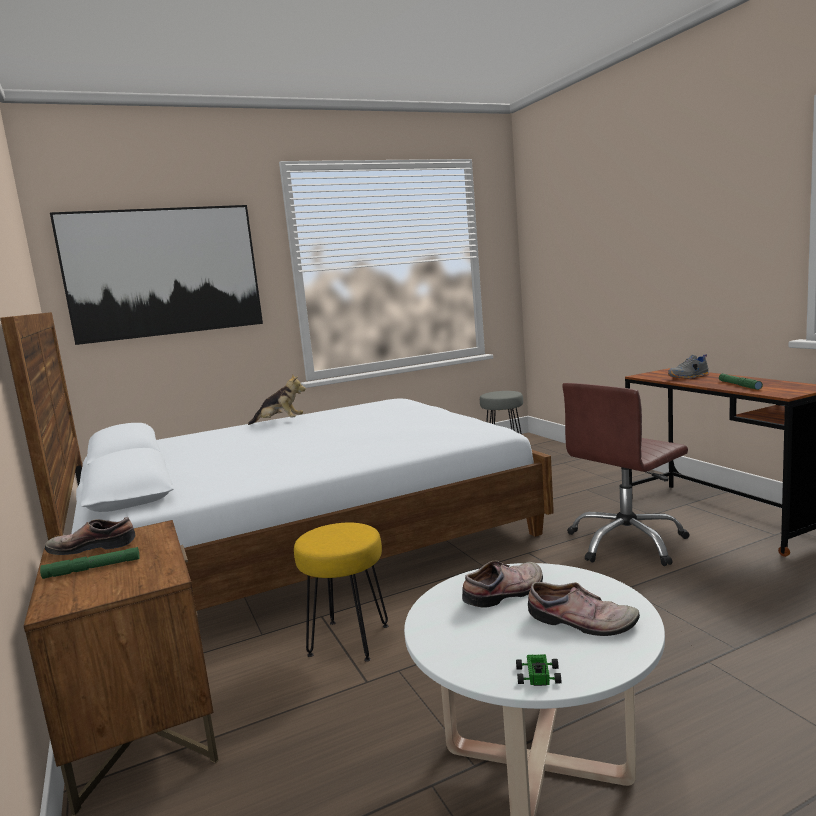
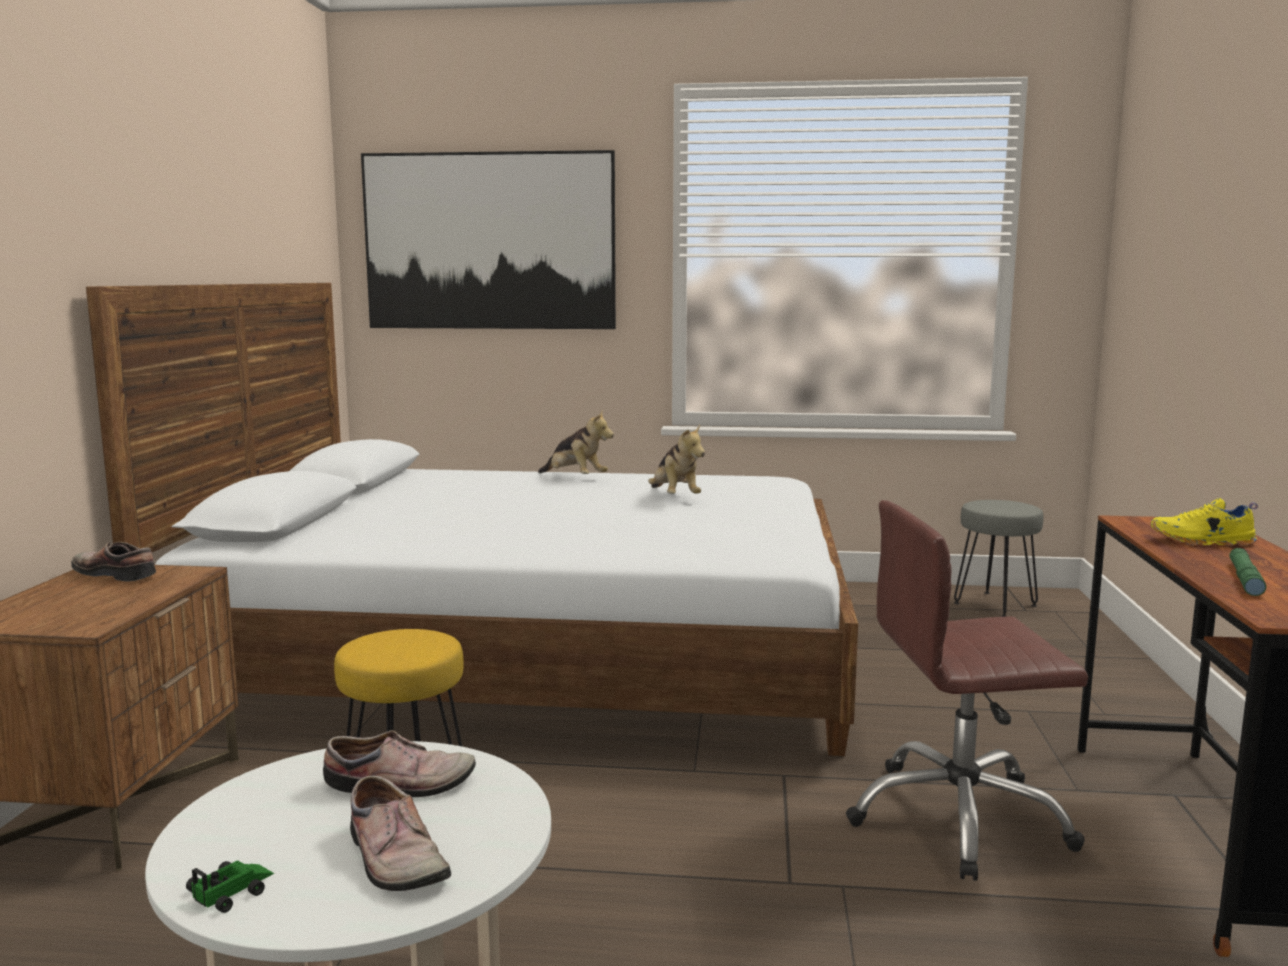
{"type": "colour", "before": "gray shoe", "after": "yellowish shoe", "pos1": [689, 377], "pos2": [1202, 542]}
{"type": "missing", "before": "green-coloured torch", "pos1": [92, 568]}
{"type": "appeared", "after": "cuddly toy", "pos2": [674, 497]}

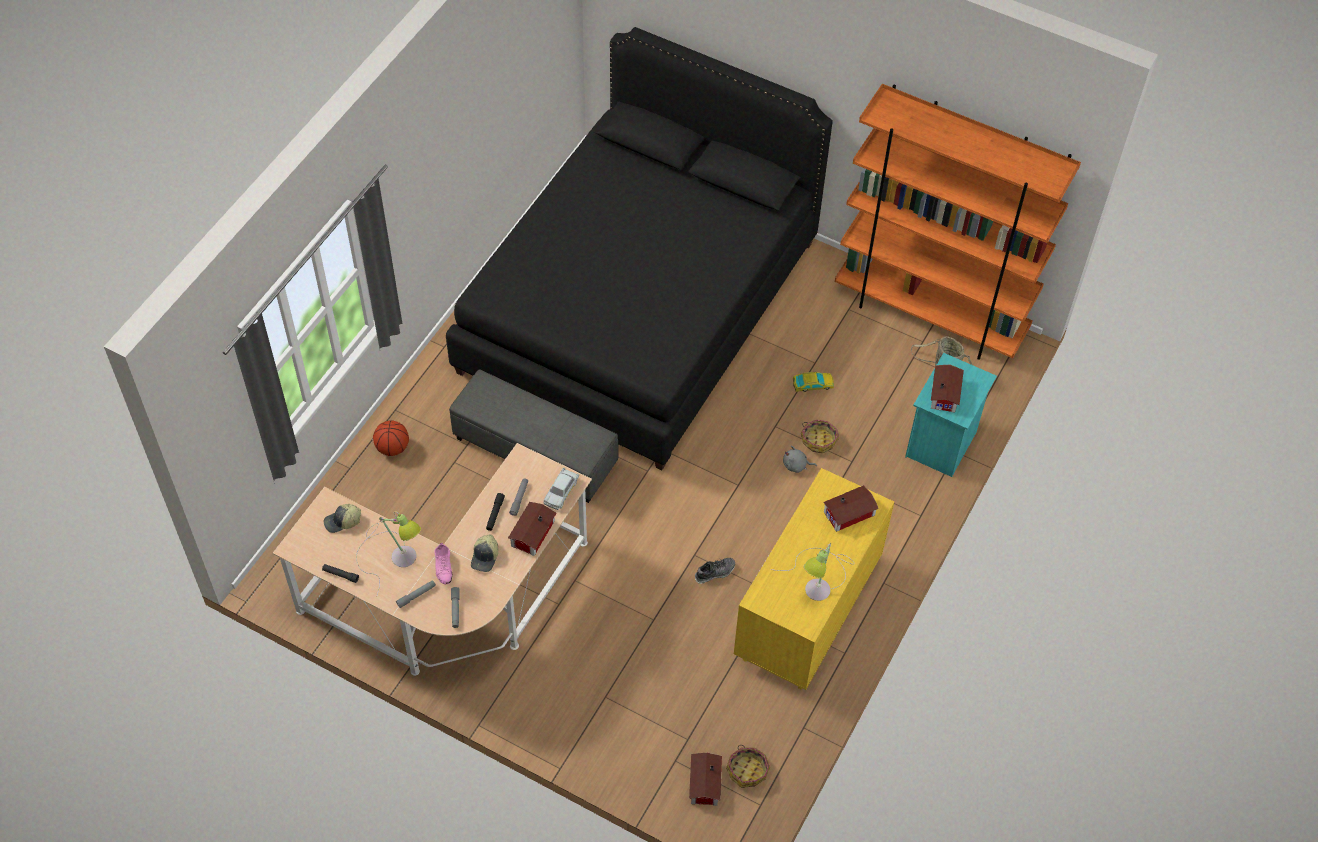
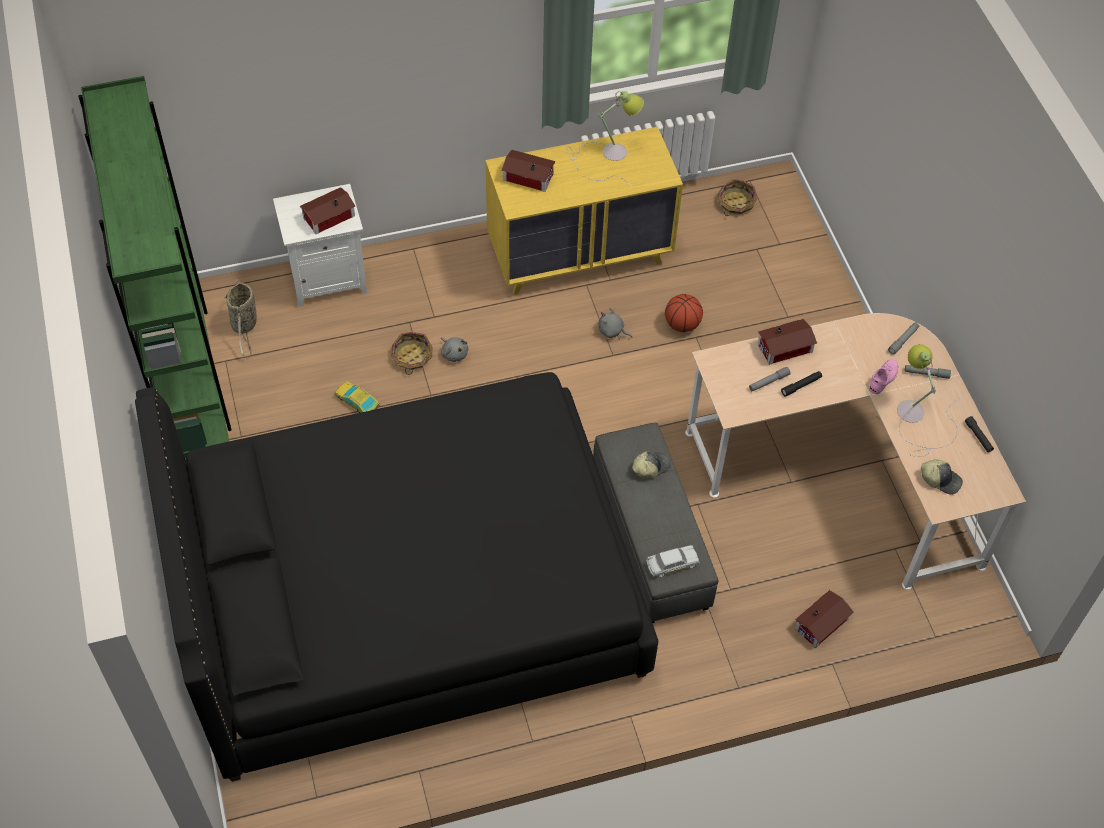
{"type": "colour", "before": "orange-coloured shelving unit", "after": "green-coloured shelving unit", "pos1": [930, 315], "pos2": [187, 375]}
{"type": "colour", "before": "turquoise-coloured night table", "after": "white-coloured night table", "pos1": [942, 444], "pos2": [327, 278]}
{"type": "relocated", "before": "basketball", "pos1": [393, 448], "pos2": [682, 324]}
{"type": "relocated", "before": "white-coloured miniature car", "pos1": [561, 492], "pos2": [672, 564]}
{"type": "relocated", "before": "peaked cap", "pos1": [485, 557], "pos2": [650, 467]}
{"type": "exchanged", "before": "shoe", "after": "gray cuddly toy", "pos1": [714, 572], "pos2": [612, 331]}
{"type": "relocated", "before": "miniature house", "pos1": [703, 784], "pos2": [823, 623]}

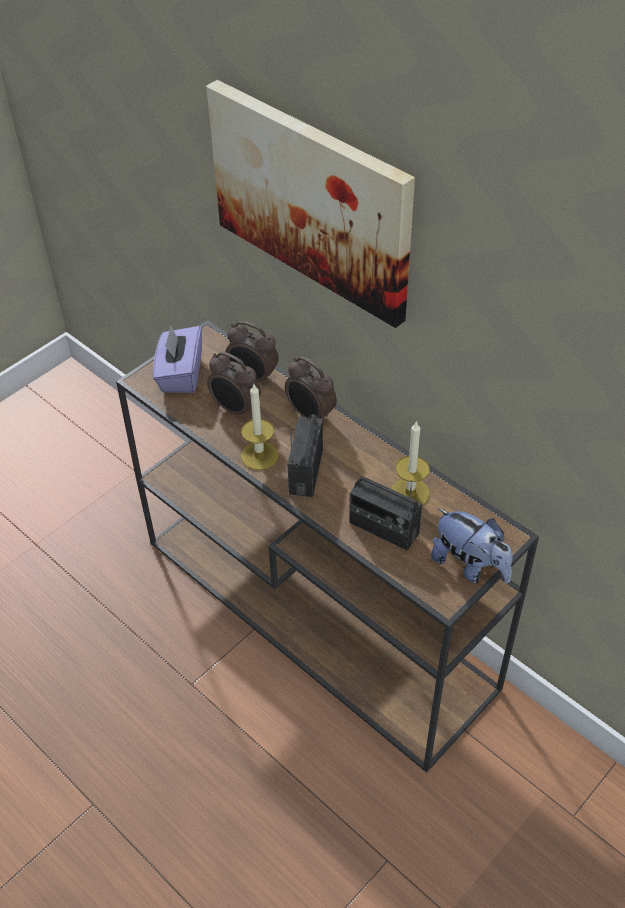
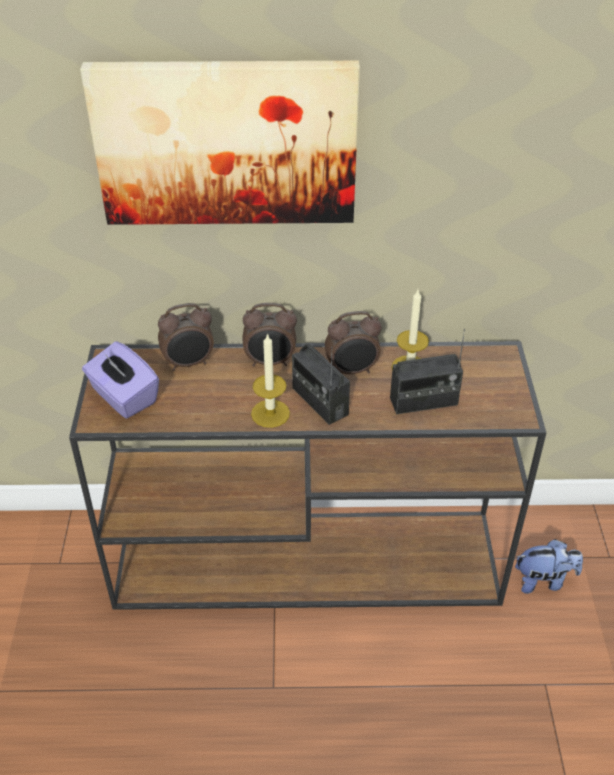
{"type": "relocated", "before": "table clock", "pos1": [235, 409], "pos2": [352, 371]}
{"type": "relocated", "before": "cuddly toy", "pos1": [470, 566], "pos2": [543, 580]}

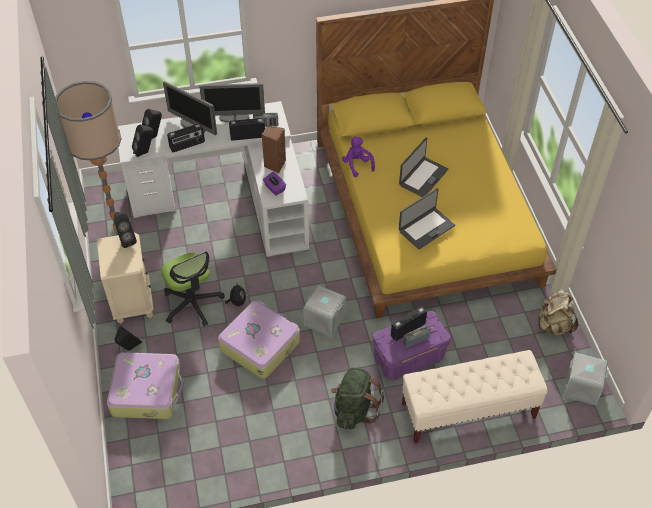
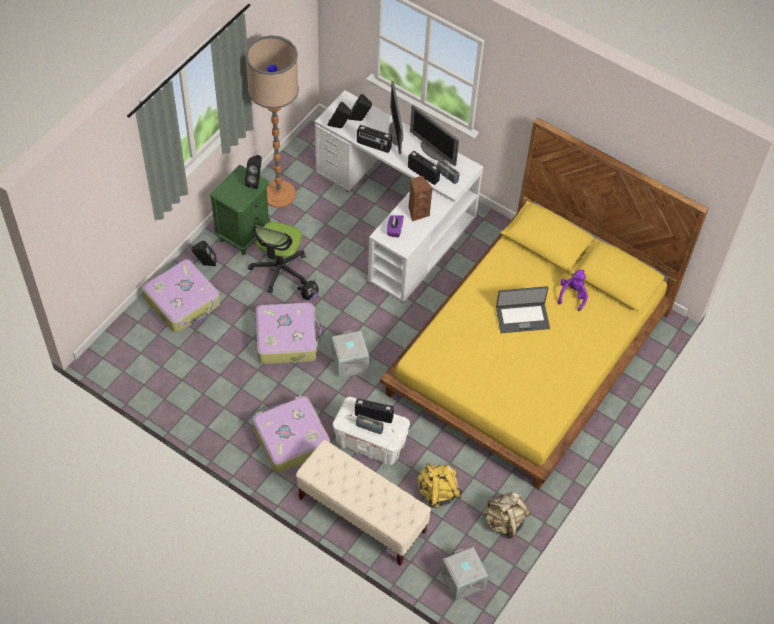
{"type": "relocated", "before": "purplish cuddly toy", "pos1": [357, 165], "pos2": [572, 295]}
{"type": "missing", "before": "portable computer", "pos1": [426, 228]}
{"type": "colour", "before": "sand-coloured night table", "after": "green-coloured night table", "pos1": [133, 302], "pos2": [244, 234]}
{"type": "colour", "before": "purplish storage container", "after": "white-coloured storage container", "pos1": [408, 359], "pos2": [369, 442]}
{"type": "exchanged", "before": "green-coloured backpack", "after": "travel case", "pos1": [354, 409], "pos2": [290, 439]}
{"type": "appeared", "after": "yellowish backpack", "pos2": [438, 492]}

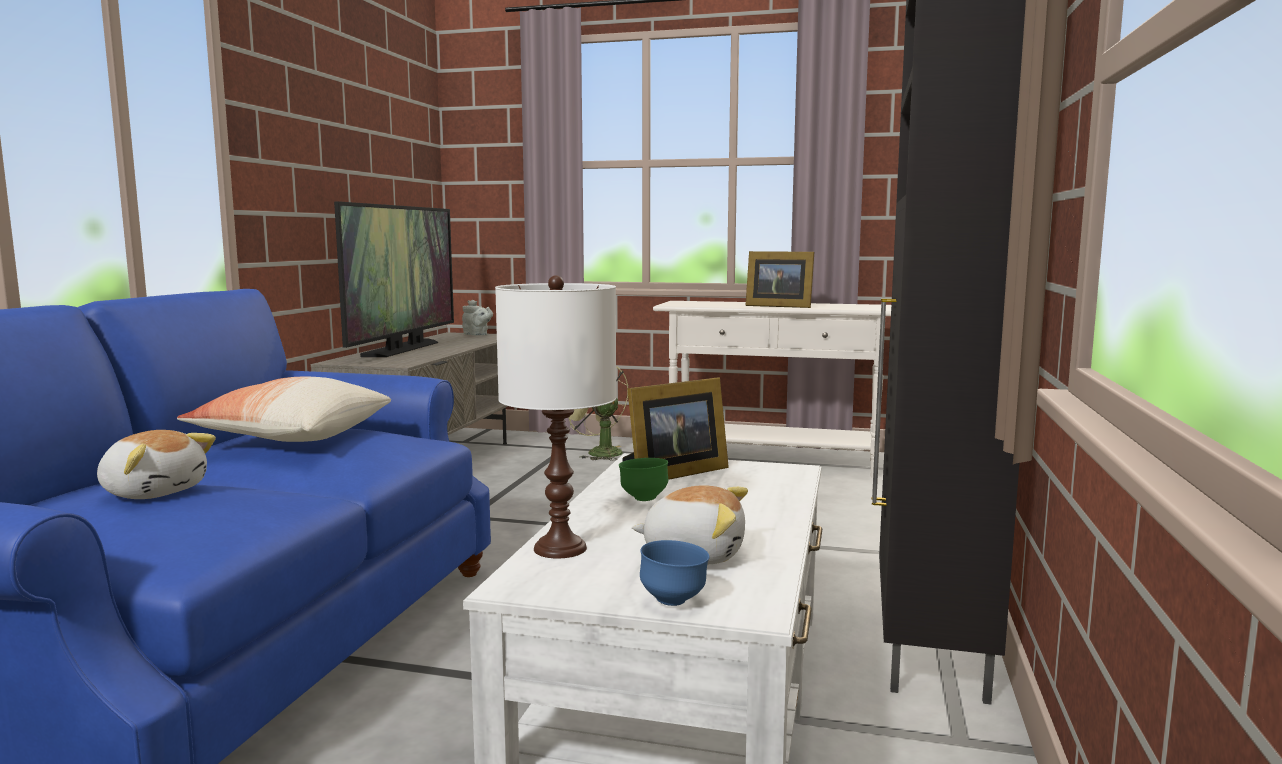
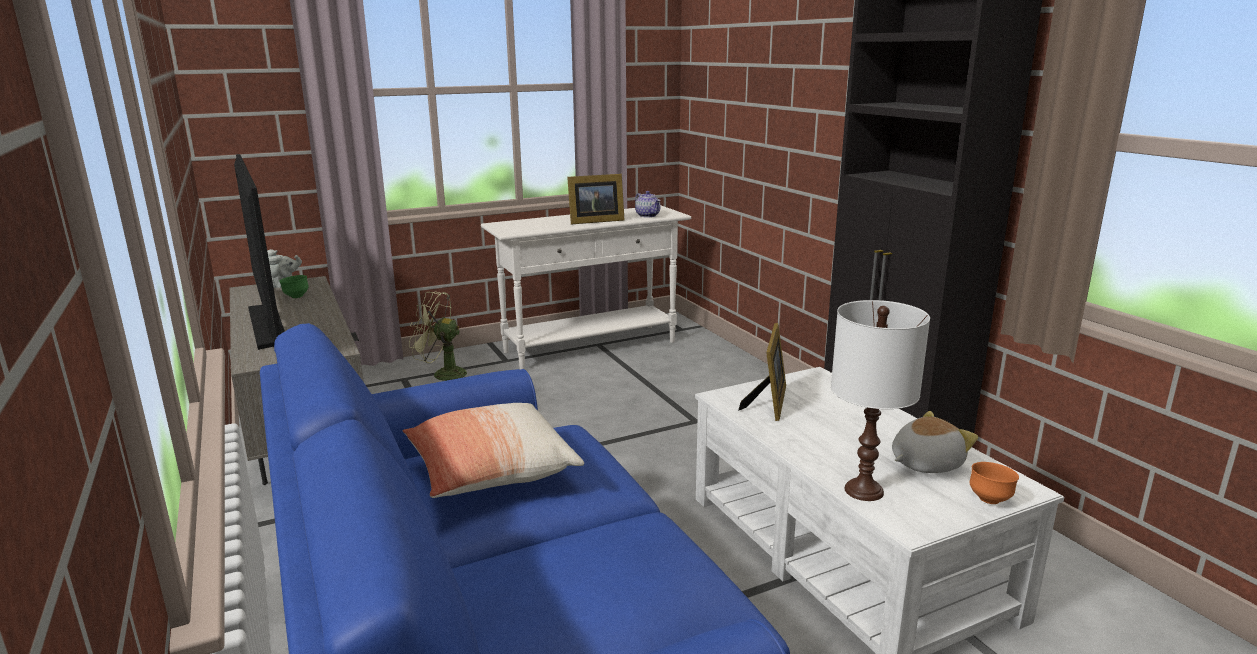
{"type": "missing", "before": "cuddly toy", "pos1": [154, 492]}
{"type": "relocated", "before": "green-coloured bowl", "pos1": [643, 499], "pos2": [296, 297]}
{"type": "colour", "before": "bluish bowl", "after": "orange-coloured bowl", "pos1": [674, 601], "pos2": [990, 500]}
{"type": "appeared", "after": "pot for tea", "pos2": [648, 215]}

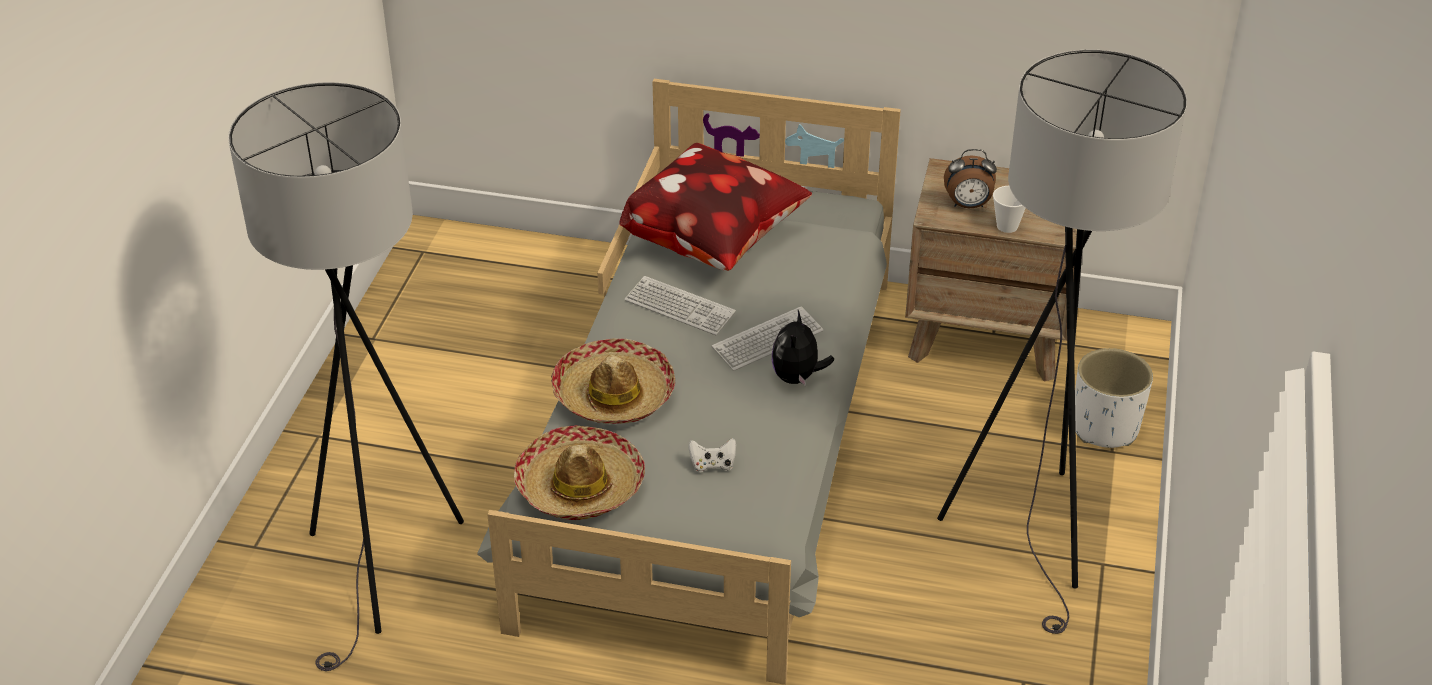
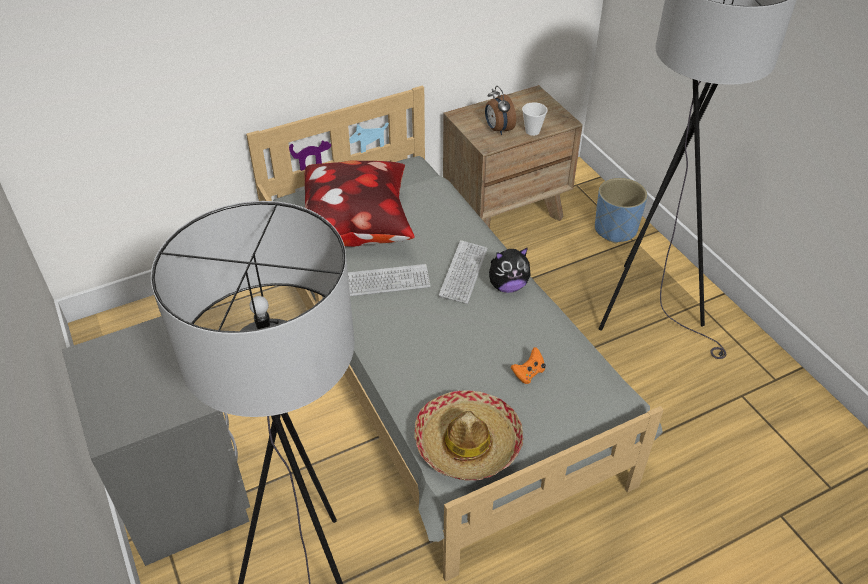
{"type": "spun", "before": "table clock", "pos1": [968, 205], "pos2": [498, 129], "turn": 105}
{"type": "spun", "before": "cuddly toy", "pos1": [797, 377], "pos2": [507, 286], "turn": -75}
{"type": "missing", "before": "hat", "pos1": [613, 394]}
{"type": "colour", "before": "white-coloured plant pot", "after": "bluish plant pot", "pos1": [1104, 428], "pos2": [615, 230]}
{"type": "colour", "before": "white-coloured gamepad", "after": "orange-coloured gamepad", "pos1": [712, 465], "pos2": [528, 373]}
{"type": "appeared", "after": "gray night table", "pos2": [184, 490]}

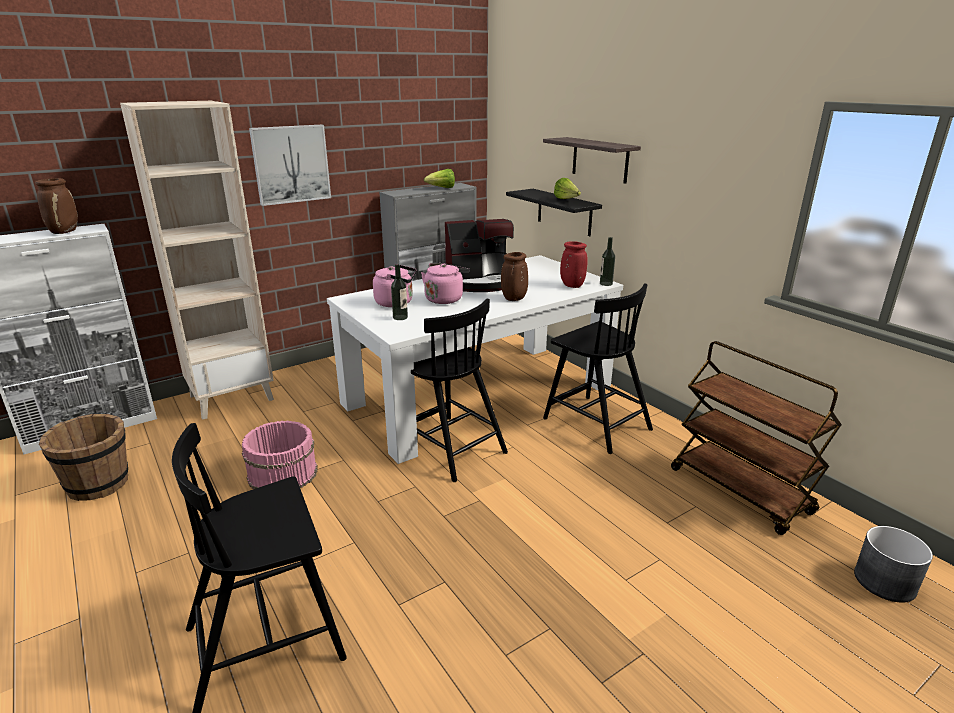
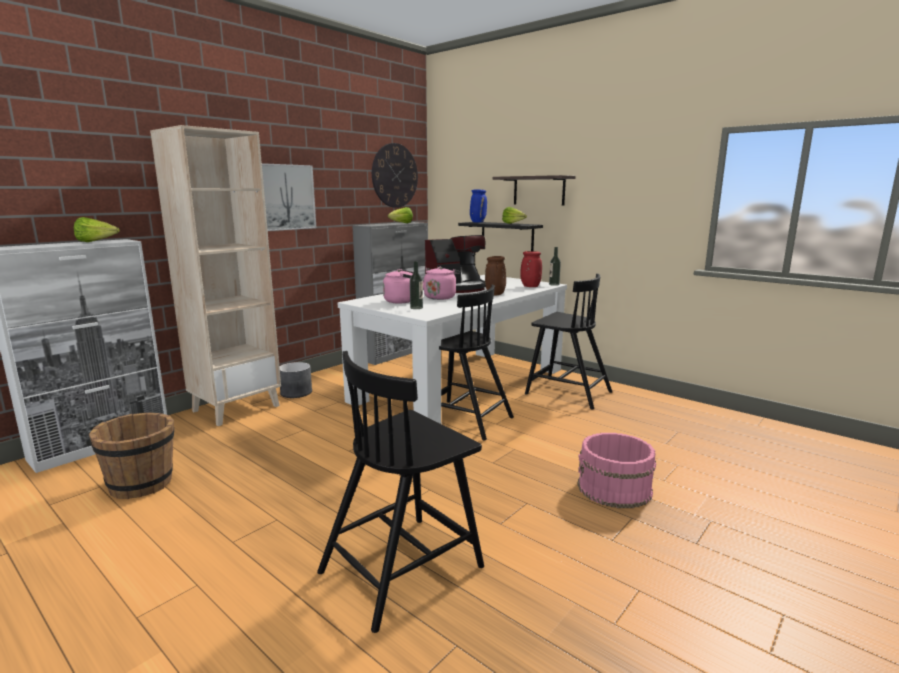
{"type": "exchanged", "before": "brownish vase", "after": "head of lettuce", "pos1": [64, 232], "pos2": [96, 242]}
{"type": "missing", "before": "brownish cart", "pos1": [740, 491]}
{"type": "relocated", "before": "pinkish pail", "pos1": [282, 474], "pos2": [614, 489]}
{"type": "relocated", "before": "gray plant pot", "pos1": [885, 582], "pos2": [296, 392]}
{"type": "appeared", "after": "clock on the wall", "pos2": [394, 175]}
{"type": "appeared", "after": "bluish vase", "pos2": [478, 222]}

